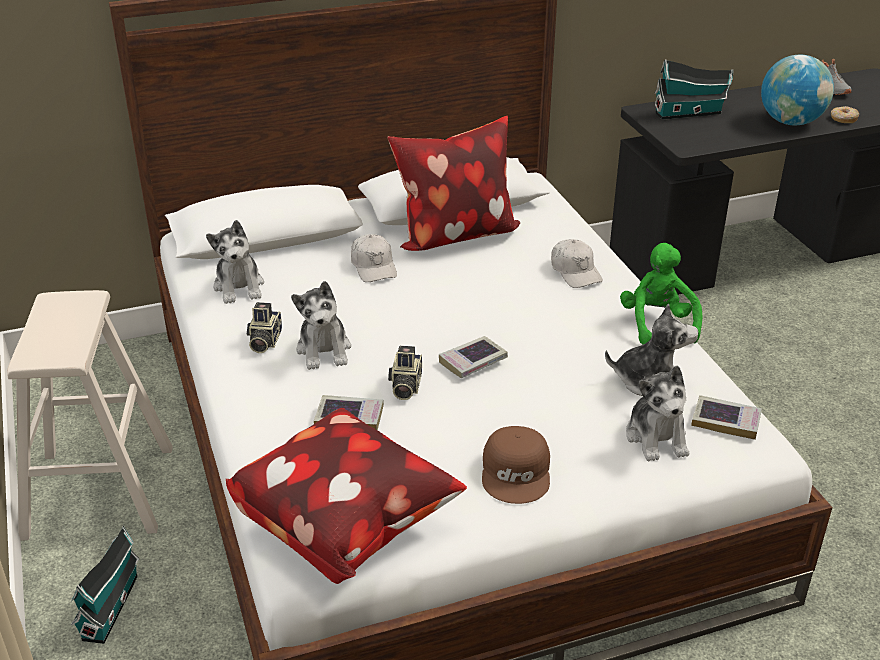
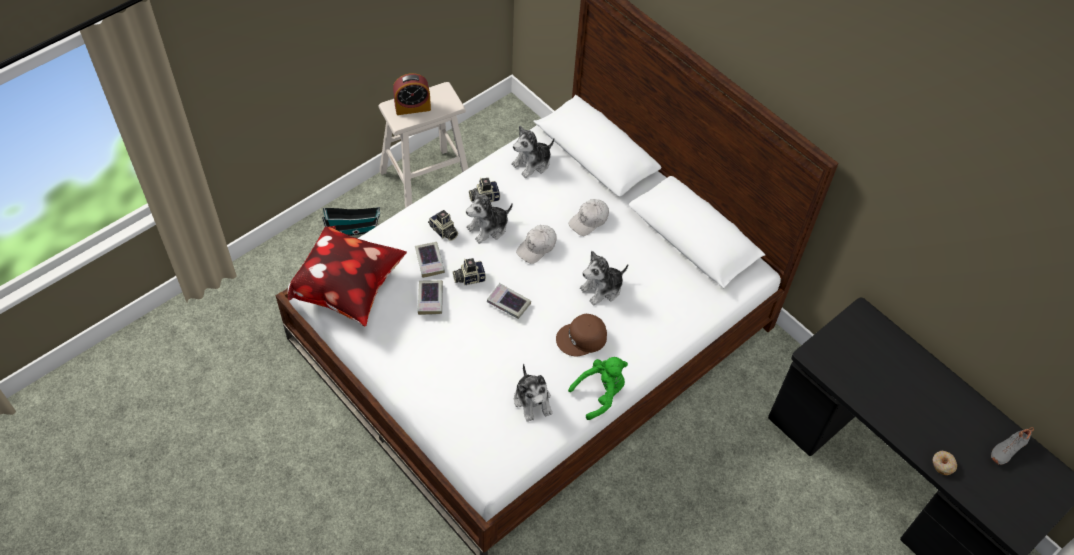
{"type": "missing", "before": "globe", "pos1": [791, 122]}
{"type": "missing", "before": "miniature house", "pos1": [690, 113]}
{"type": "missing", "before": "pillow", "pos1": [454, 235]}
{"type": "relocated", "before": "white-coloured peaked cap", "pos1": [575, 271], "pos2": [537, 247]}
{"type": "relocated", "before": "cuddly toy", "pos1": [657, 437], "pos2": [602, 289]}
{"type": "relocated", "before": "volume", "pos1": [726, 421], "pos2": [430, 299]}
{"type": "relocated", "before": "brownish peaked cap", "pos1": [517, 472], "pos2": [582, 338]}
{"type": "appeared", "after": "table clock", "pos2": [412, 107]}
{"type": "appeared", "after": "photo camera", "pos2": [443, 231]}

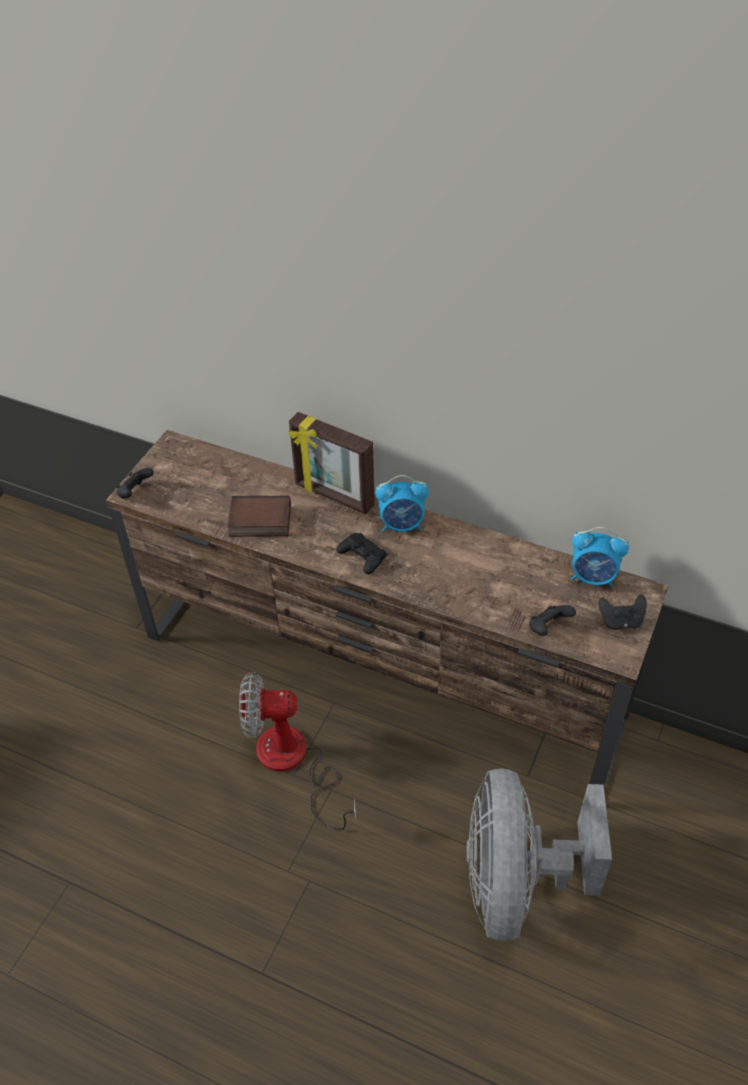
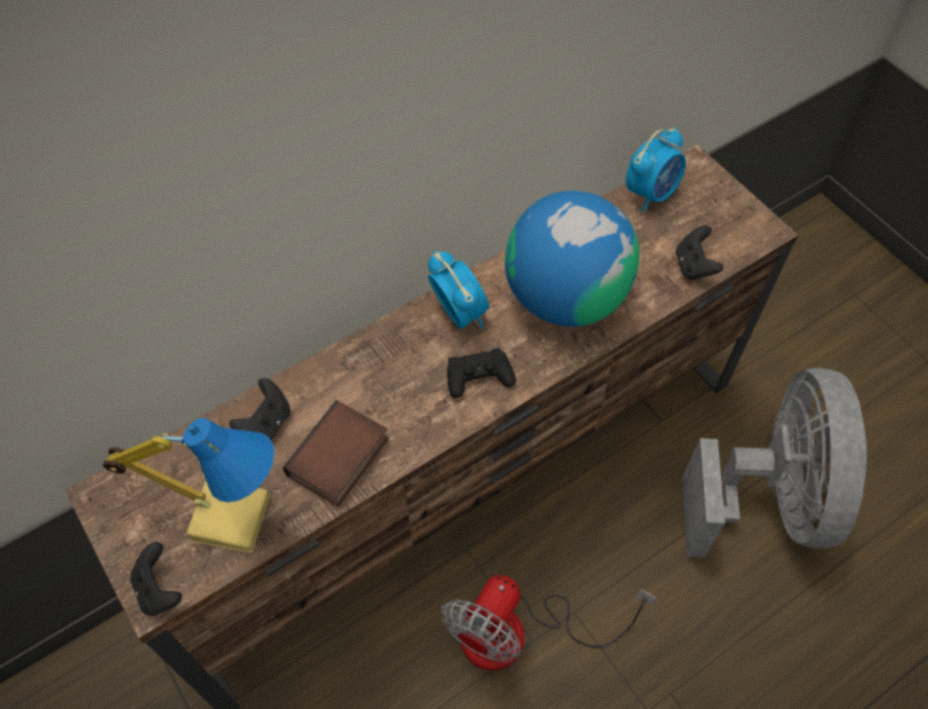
{"type": "missing", "before": "picture frame", "pos1": [333, 496]}
{"type": "spun", "before": "table clock", "pos1": [402, 525], "pos2": [459, 313], "turn": -60}
{"type": "relocated", "before": "black-coloured gamepad", "pos1": [621, 621], "pos2": [266, 422]}
{"type": "spun", "before": "gray fan", "pos1": [516, 882], "pos2": [768, 498], "turn": -120}
{"type": "appeared", "after": "globe", "pos2": [565, 297]}
{"type": "appeared", "after": "tabletop lamp", "pos2": [230, 514]}

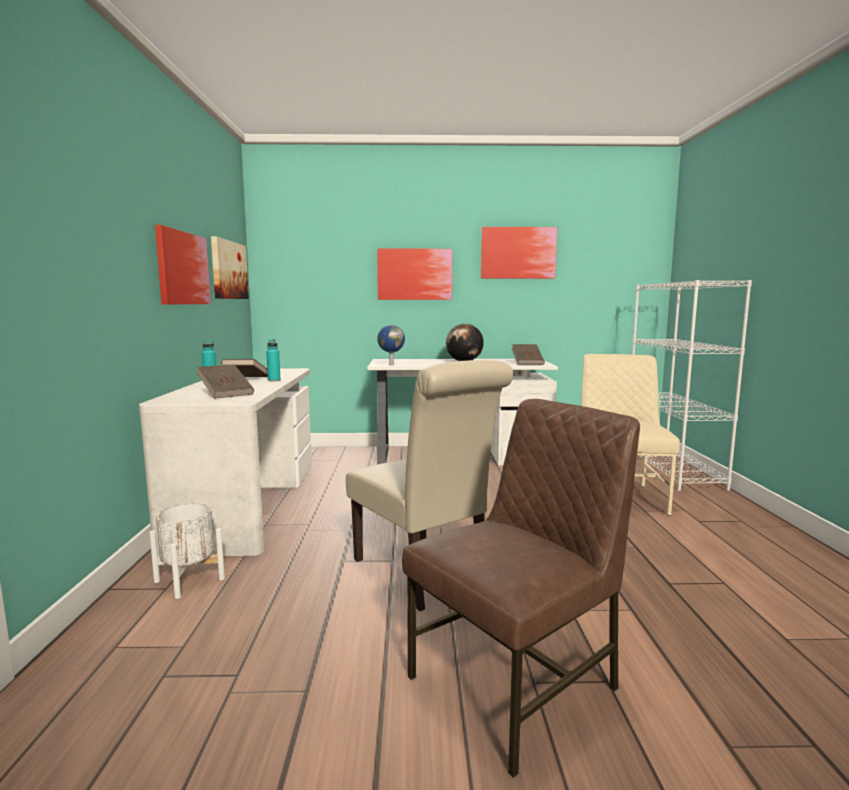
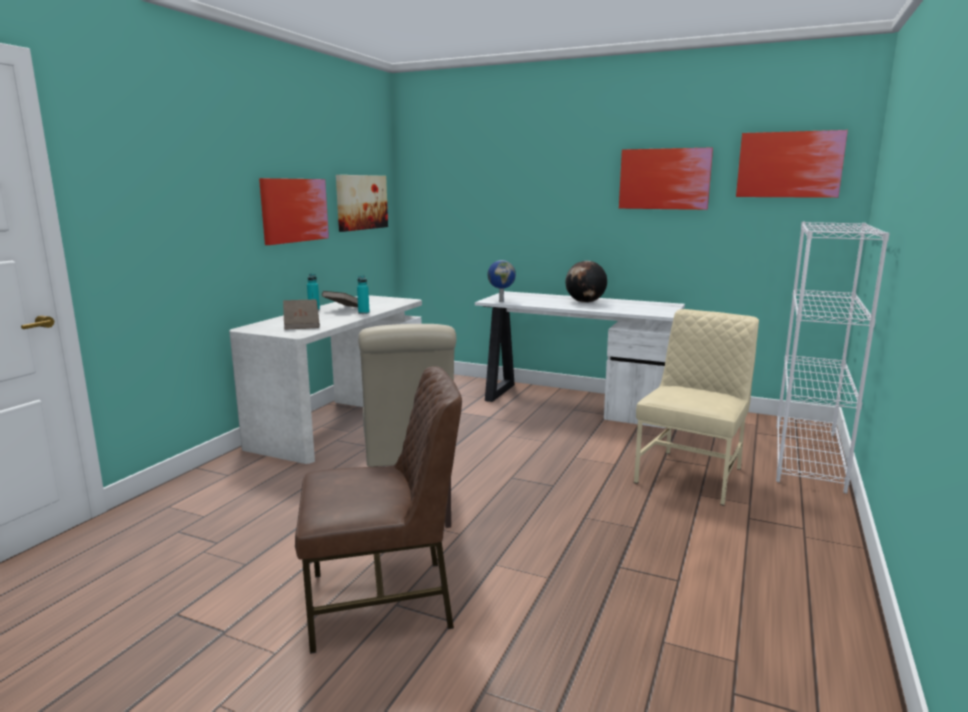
{"type": "relocated", "before": "wall art", "pos1": [414, 274], "pos2": [789, 164]}
{"type": "missing", "before": "brownish volume", "pos1": [527, 363]}
{"type": "missing", "before": "white-coloured plant pot", "pos1": [190, 580]}

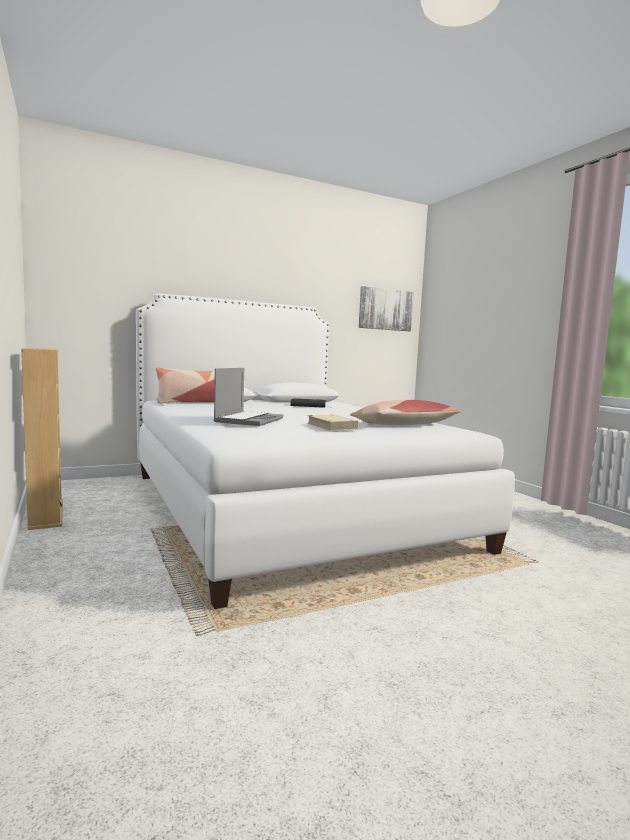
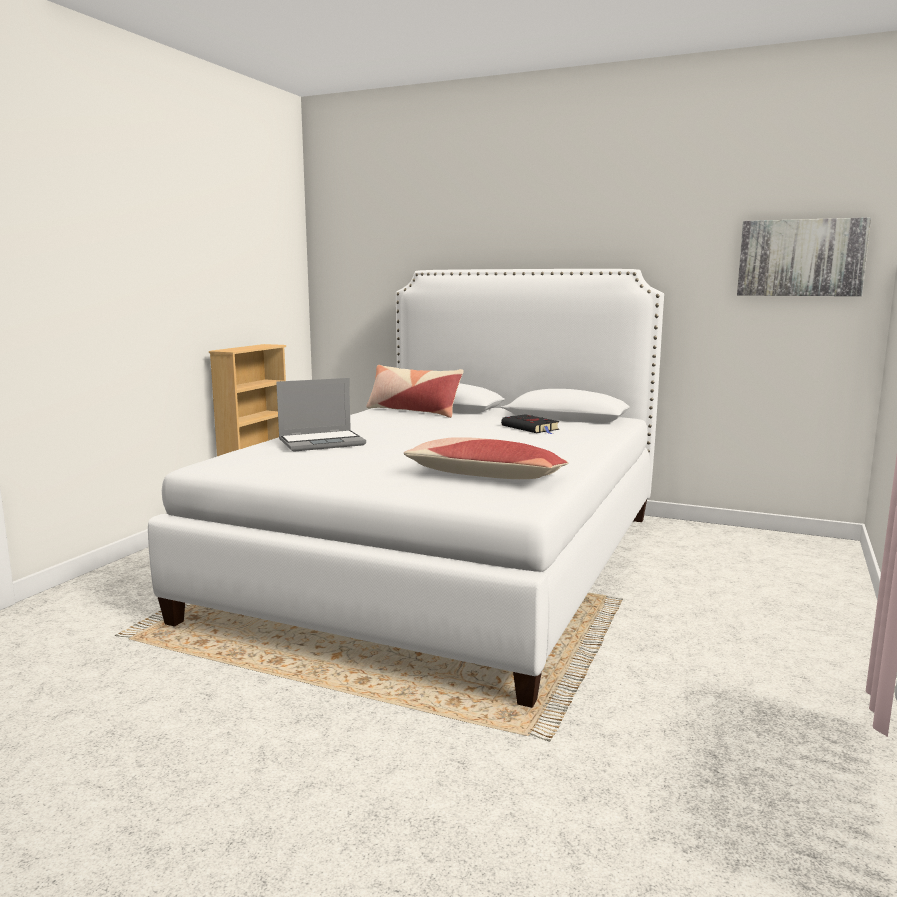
{"type": "missing", "before": "sand-coloured volume", "pos1": [331, 426]}

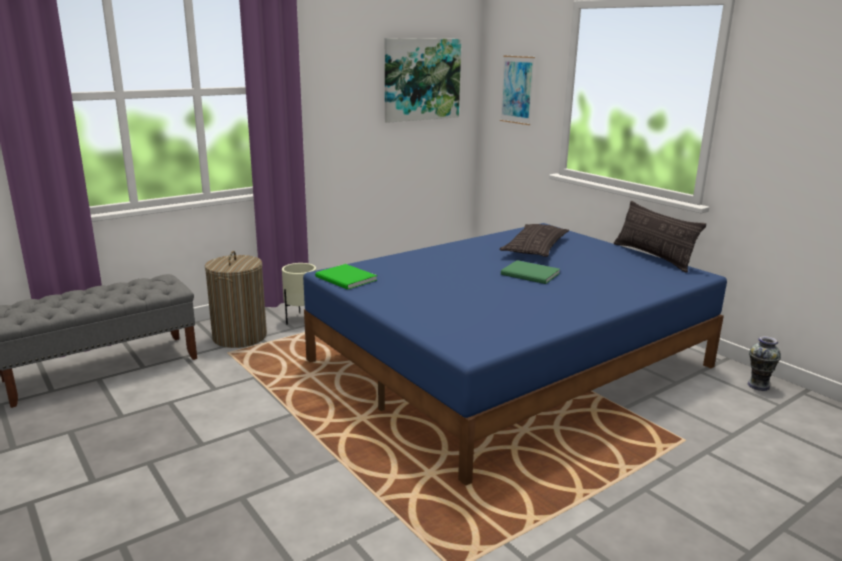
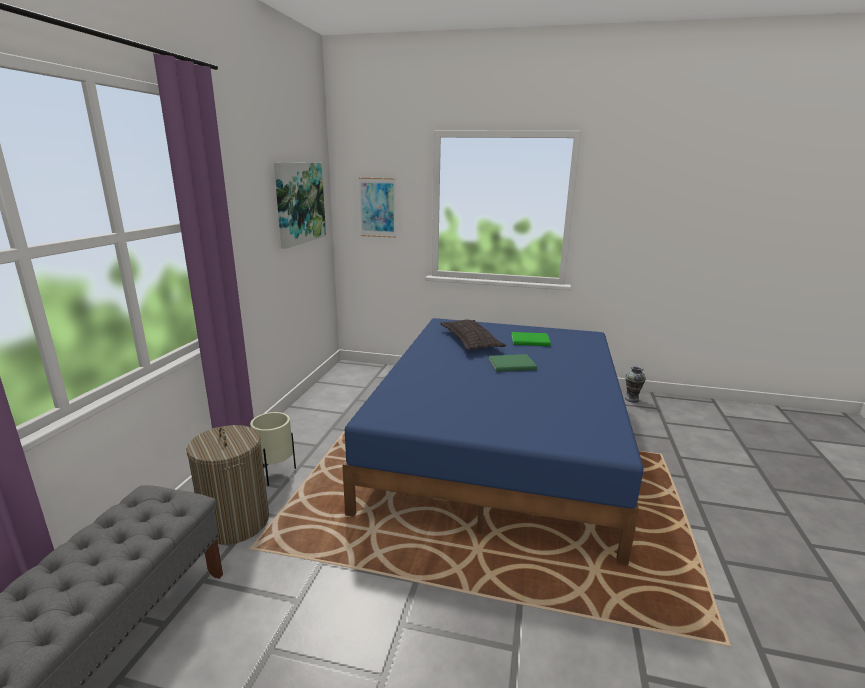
{"type": "missing", "before": "pillow", "pos1": [653, 256]}
{"type": "relocated", "before": "green-coloured volume", "pos1": [346, 279], "pos2": [531, 341]}

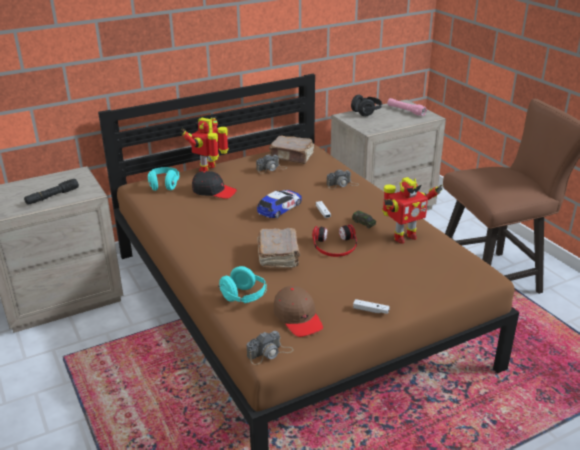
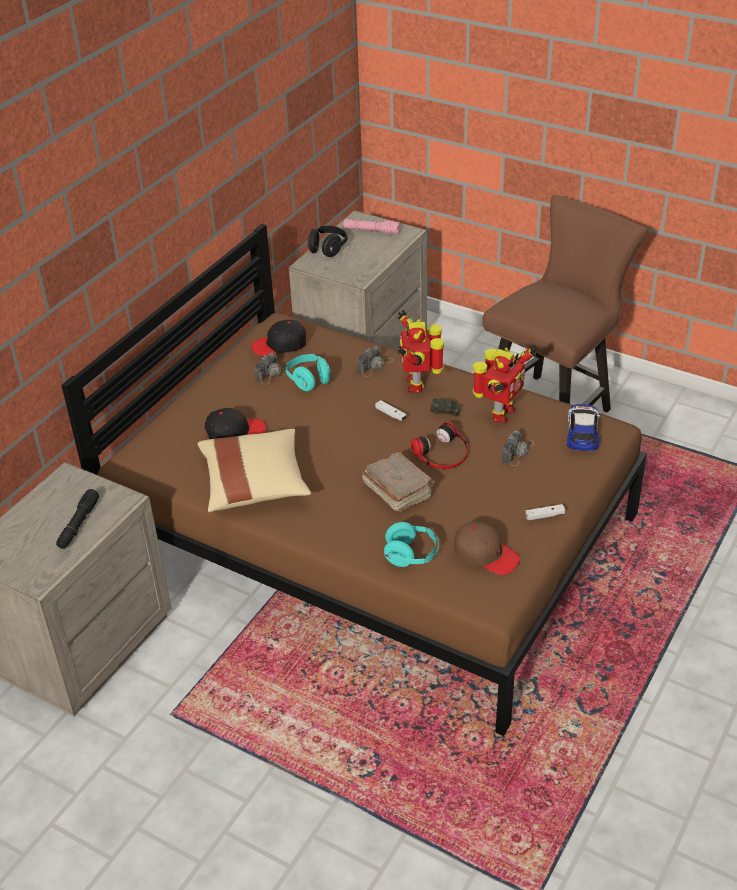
{"type": "relocated", "before": "robot figure", "pos1": [209, 169], "pos2": [417, 384]}
{"type": "exchanged", "before": "brownish volume", "after": "black-coloured peaked cap", "pos1": [292, 157], "pos2": [279, 345]}
{"type": "relocated", "before": "turquoise-coloured pair of headphones", "pos1": [164, 186], "pos2": [309, 380]}
{"type": "relocated", "before": "miniature car", "pos1": [280, 207], "pos2": [582, 431]}
{"type": "relocated", "before": "photo camera", "pos1": [270, 353], "pos2": [518, 452]}
{"type": "appeared", "after": "sand-coloured pillow", "pos2": [254, 484]}

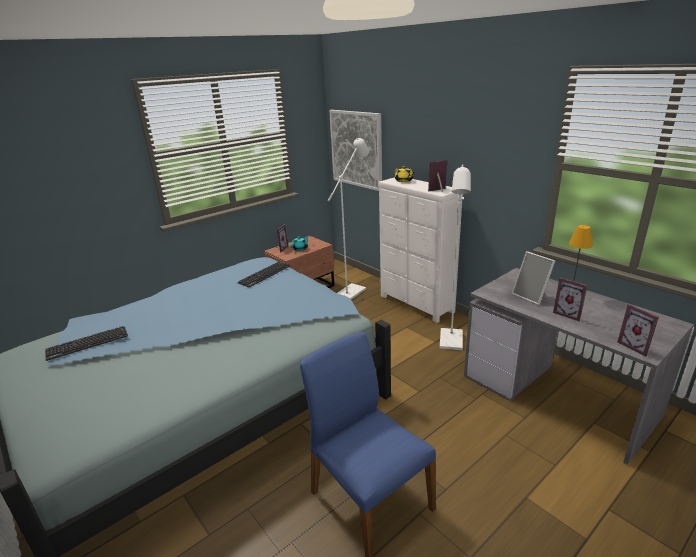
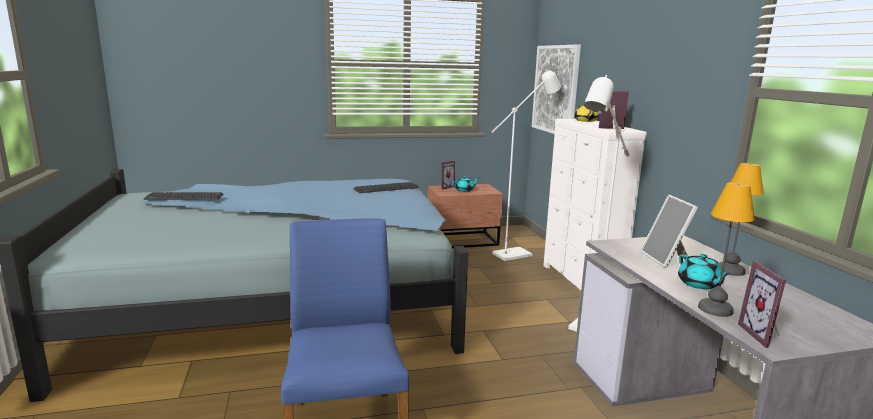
{"type": "exchanged", "before": "picture frame", "after": "turquoise-coloured pot for tea", "pos1": [569, 314], "pos2": [699, 284]}
{"type": "appeared", "after": "tabletop lamp", "pos2": [714, 309]}

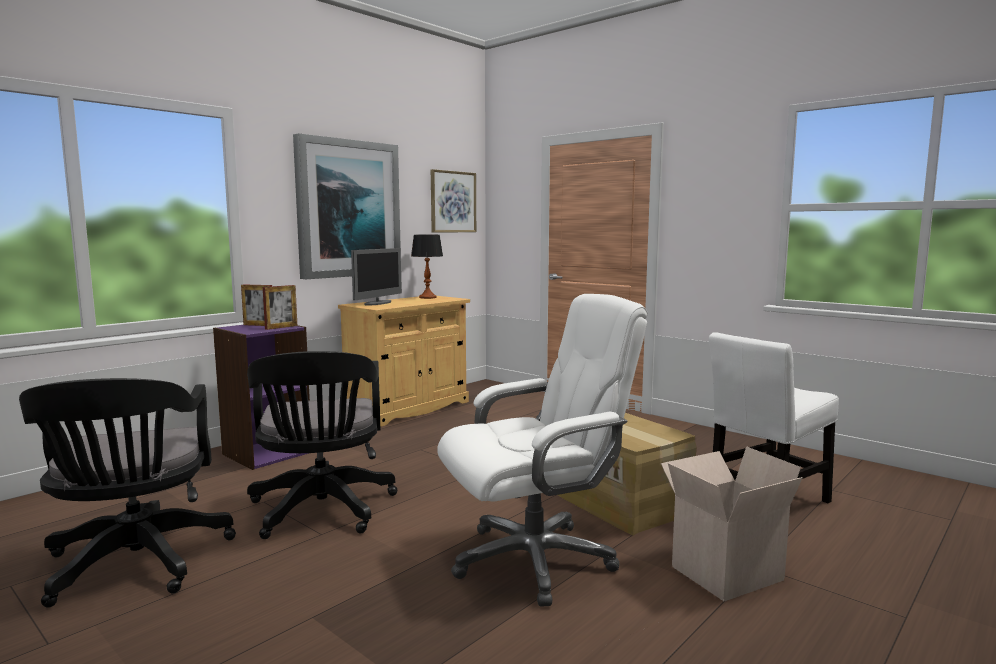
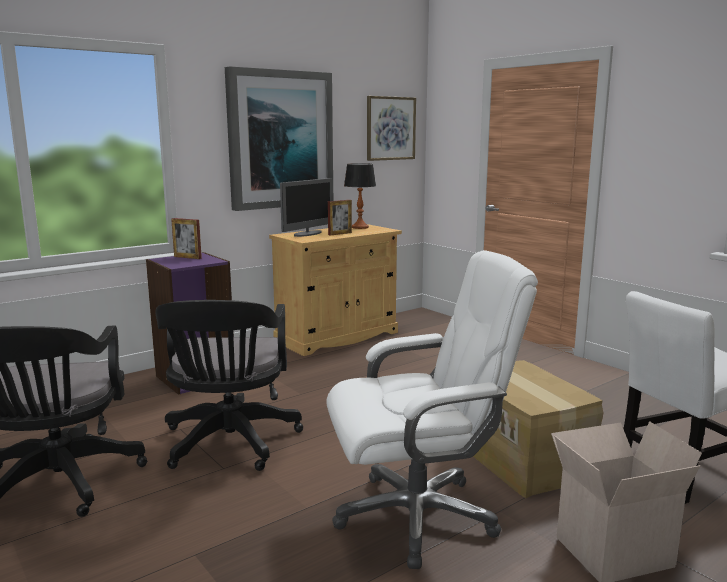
{"type": "relocated", "before": "picture frame", "pos1": [281, 327], "pos2": [340, 234]}

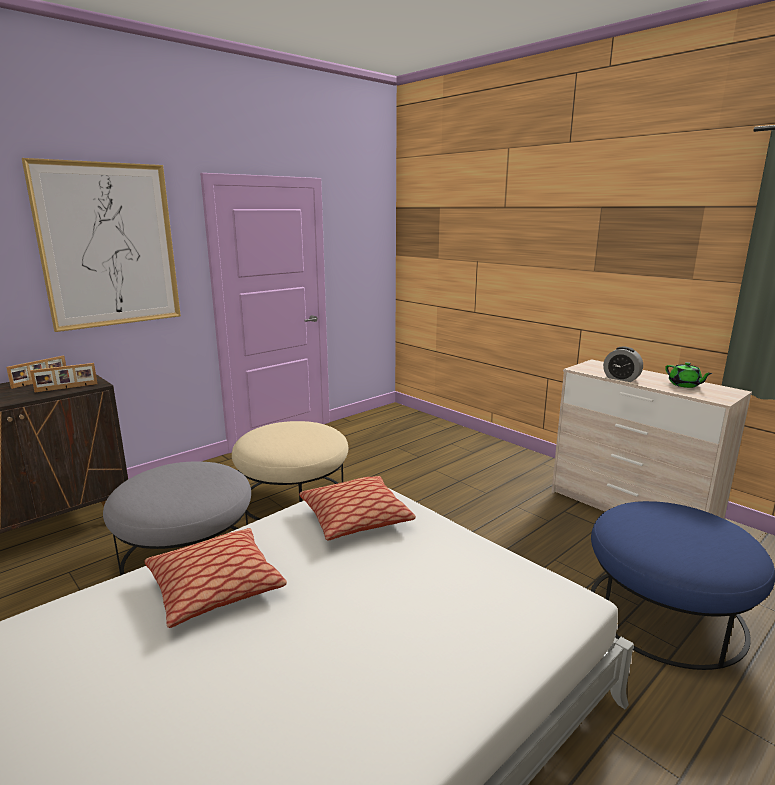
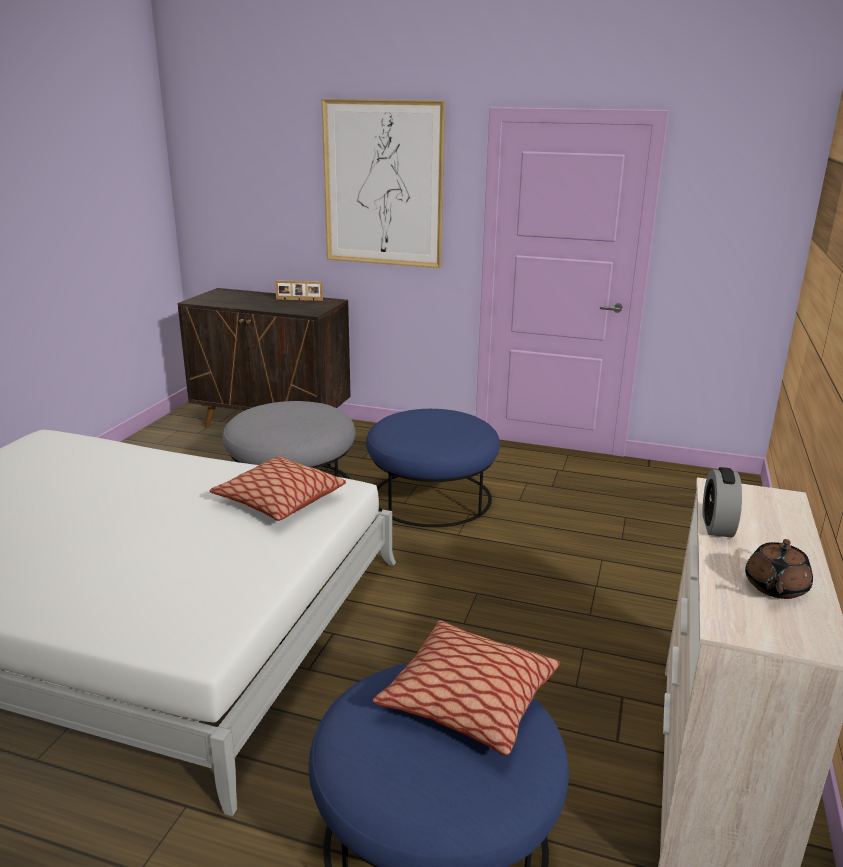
{"type": "colour", "before": "green-coloured pot for tea", "after": "brownish pot for tea", "pos1": [684, 385], "pos2": [775, 587]}
{"type": "missing", "before": "picture frame", "pos1": [66, 388]}
{"type": "colour", "before": "sand-coloured footrest", "after": "bluish footrest", "pos1": [293, 497], "pos2": [431, 497]}
{"type": "relocated", "before": "pillow", "pos1": [216, 588], "pos2": [468, 700]}

